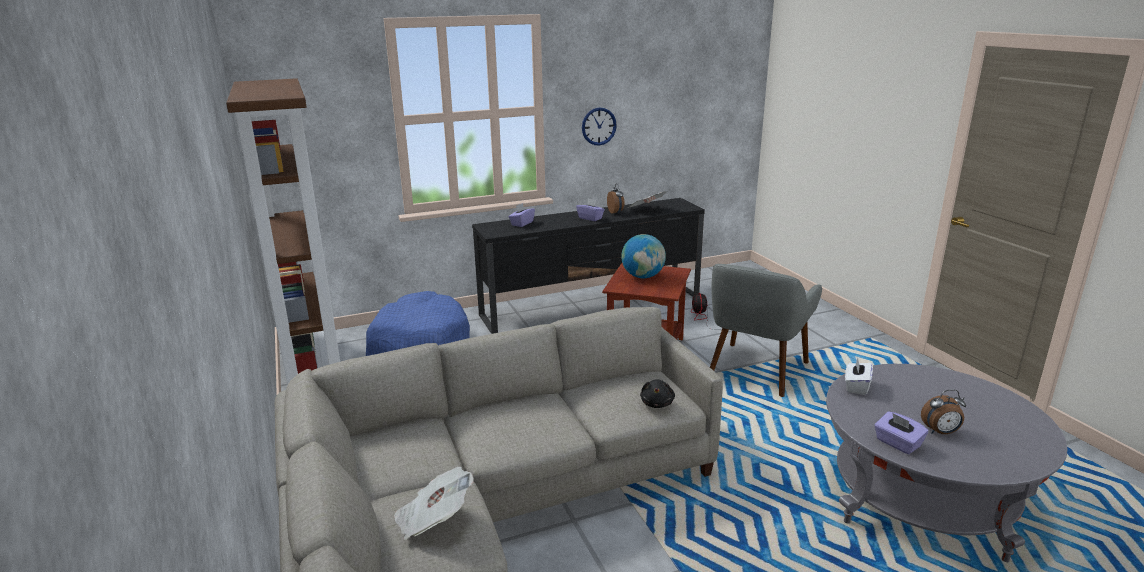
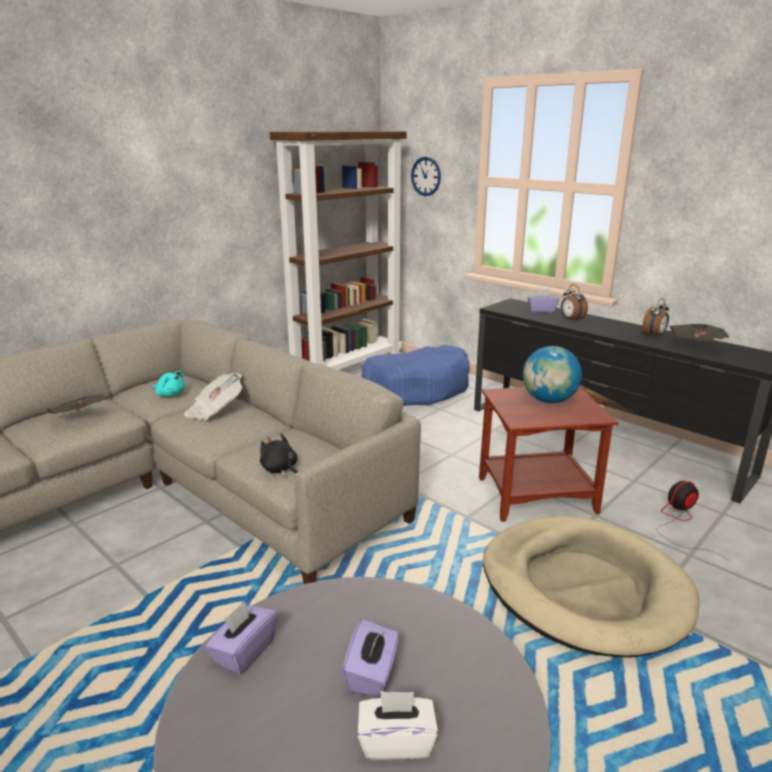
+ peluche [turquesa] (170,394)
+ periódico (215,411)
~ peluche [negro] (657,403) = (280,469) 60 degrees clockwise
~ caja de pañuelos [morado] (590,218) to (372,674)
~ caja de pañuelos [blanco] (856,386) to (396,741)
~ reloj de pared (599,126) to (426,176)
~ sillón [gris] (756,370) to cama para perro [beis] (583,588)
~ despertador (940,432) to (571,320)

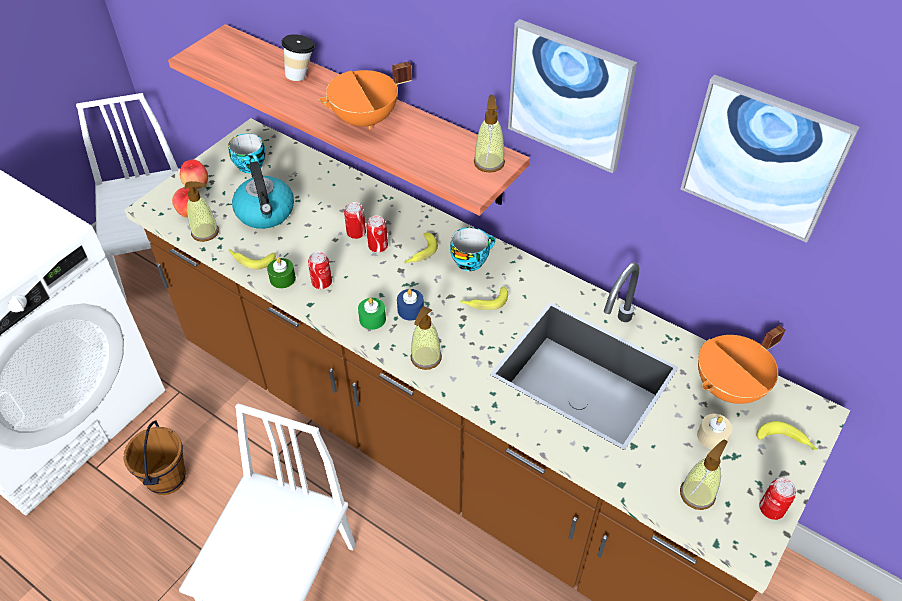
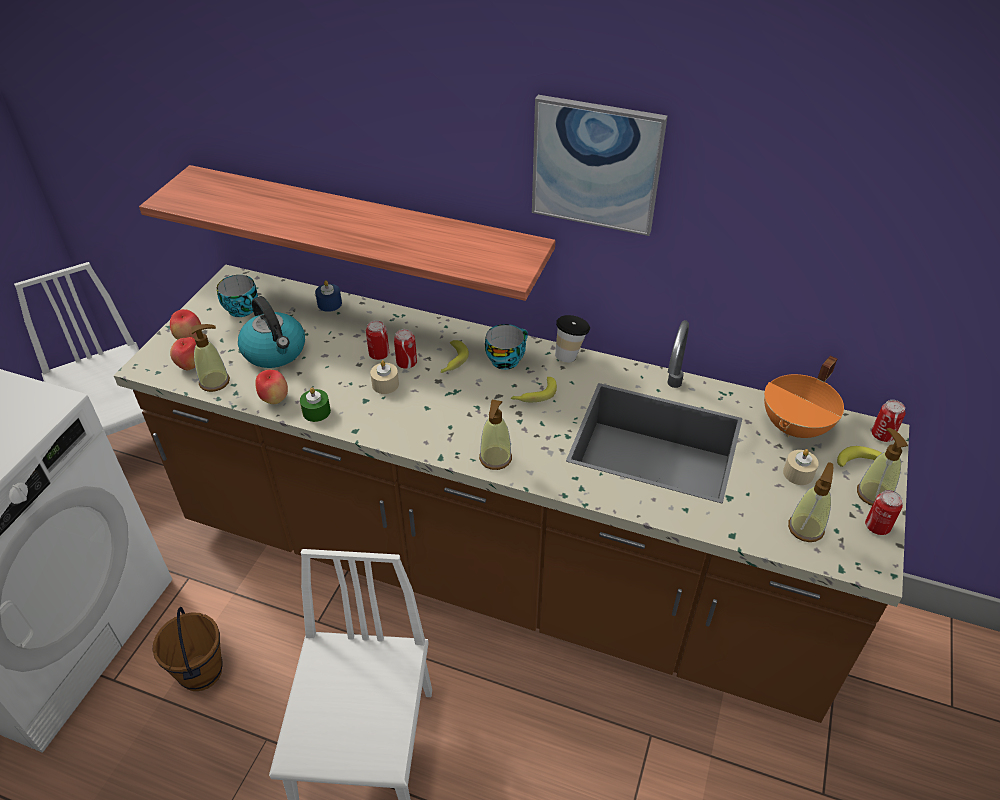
~ plátano (250,259) to manzana (275,399)
~ vela [azul] (410,310) to (329,304)
+ vela [beis] (385,384)
~ taza (302,75) to (570,355)
~ dispensador de jabón (489,162) to (873,494)
~ lata (322,283) to (882,435)
- olla [naranja] (365,120)
- vela [verde] (372,319)
- cuadro (763,158)

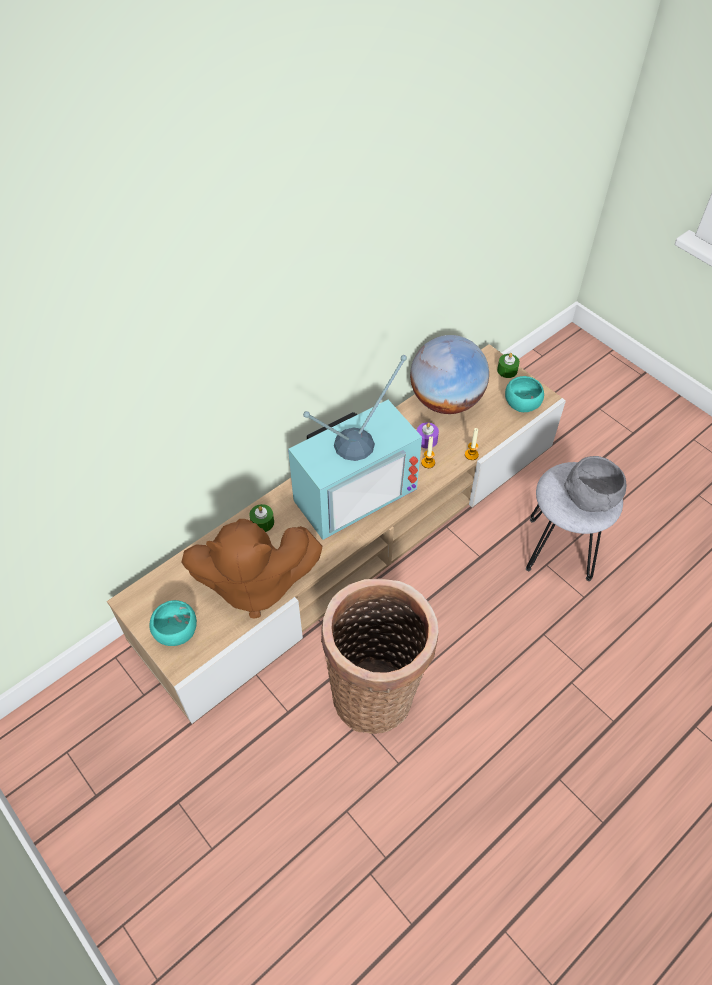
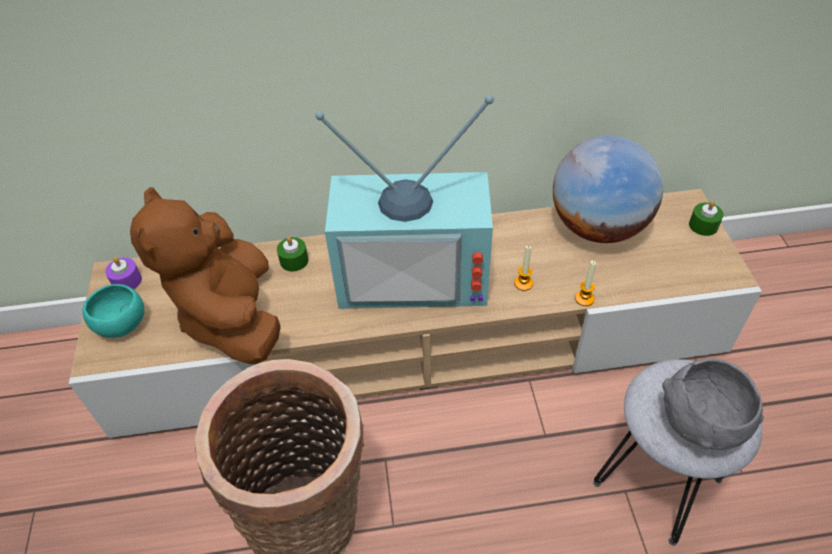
~ vela [morado] (426,440) to (127,281)
~ peluche [marrón] (254,584) = (232,317) 45 degrees clockwise
- cuenco [turquesa] (521,405)

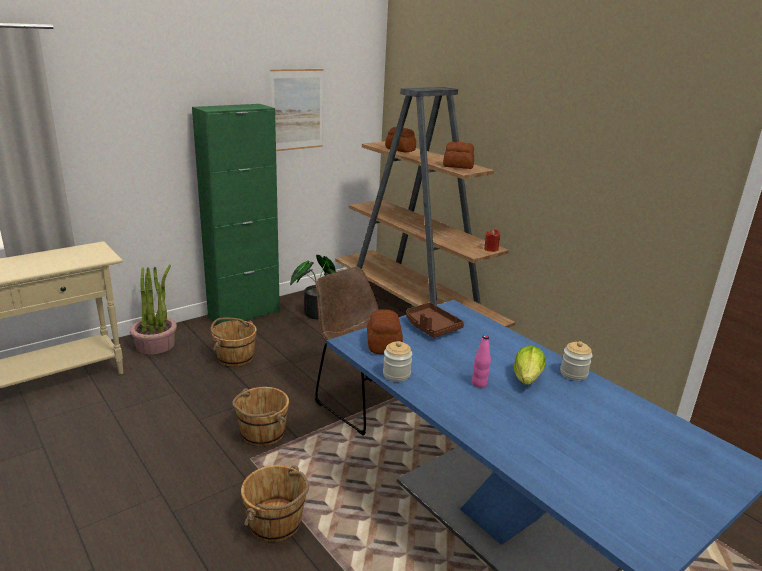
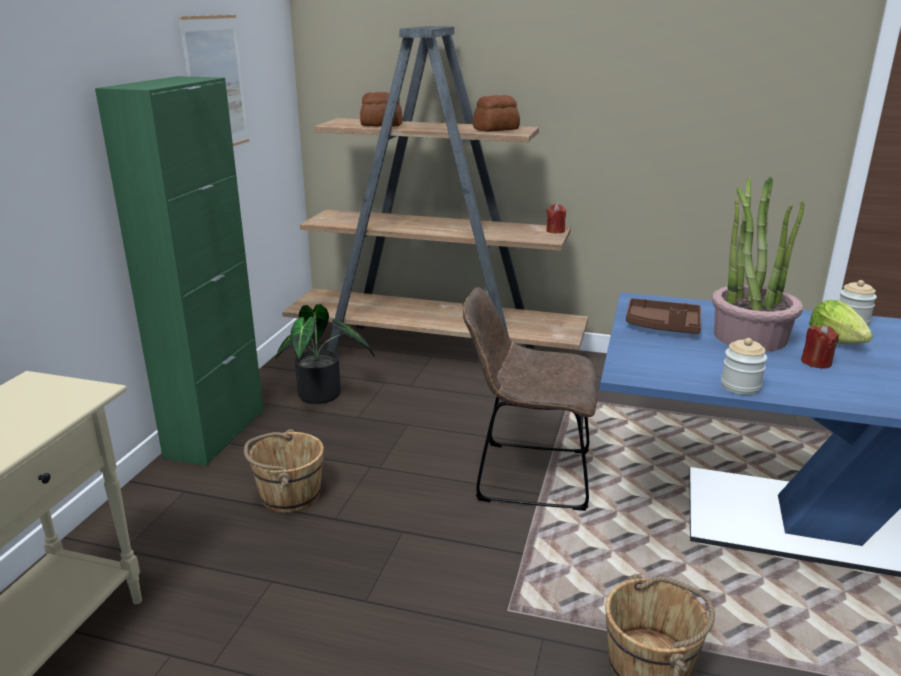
~ planta en maceta (155,344) to (749,336)
~ botella [rosa] (479,384) to vela [rojo] (816,362)
- cubo [marrón] (262,433)
- pan (384,344)

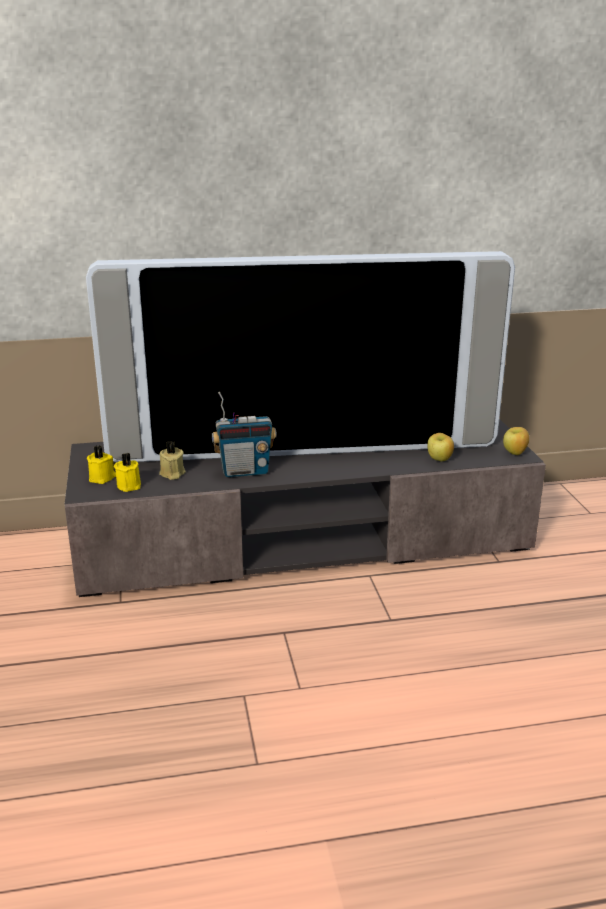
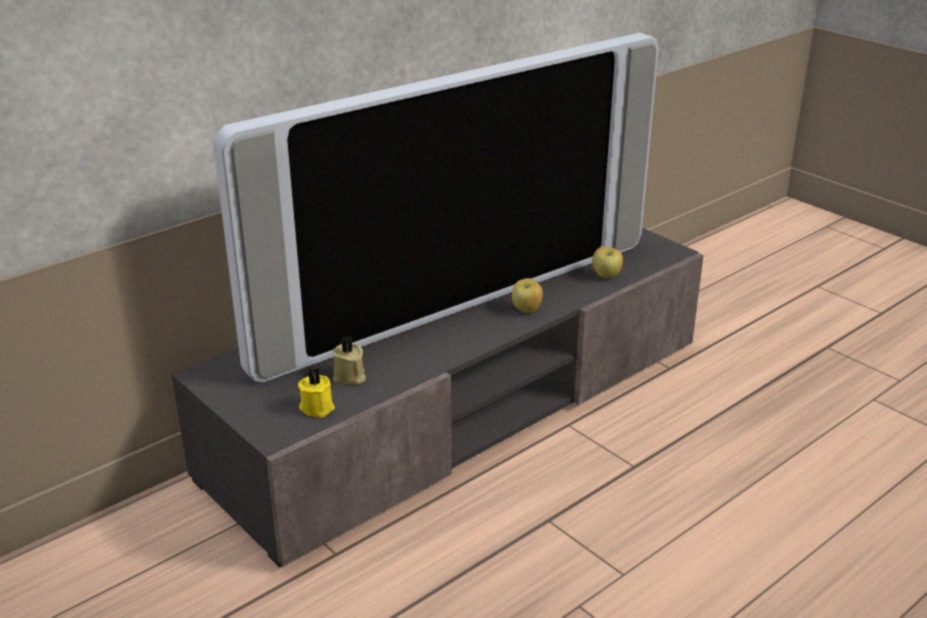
~ manzana (515,453) to (527,310)
- vela [amarillo] (103,478)
- radio (245,471)

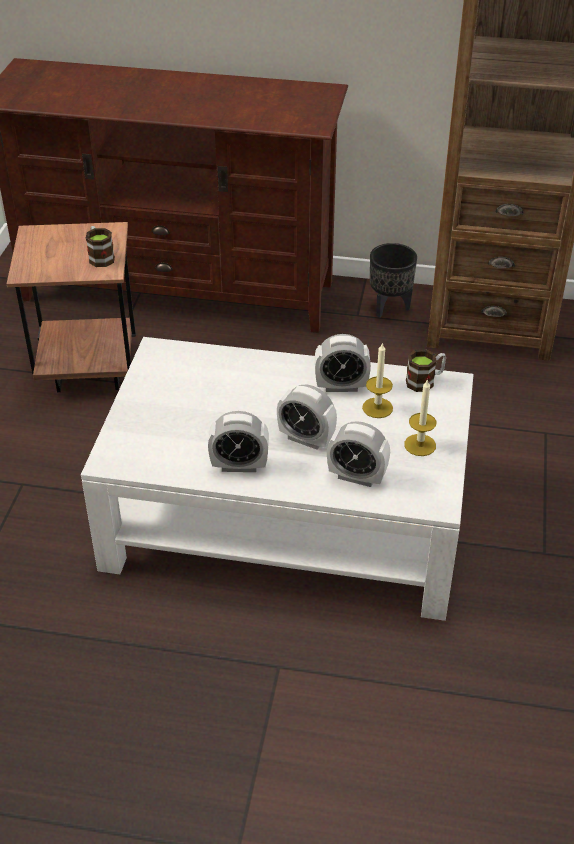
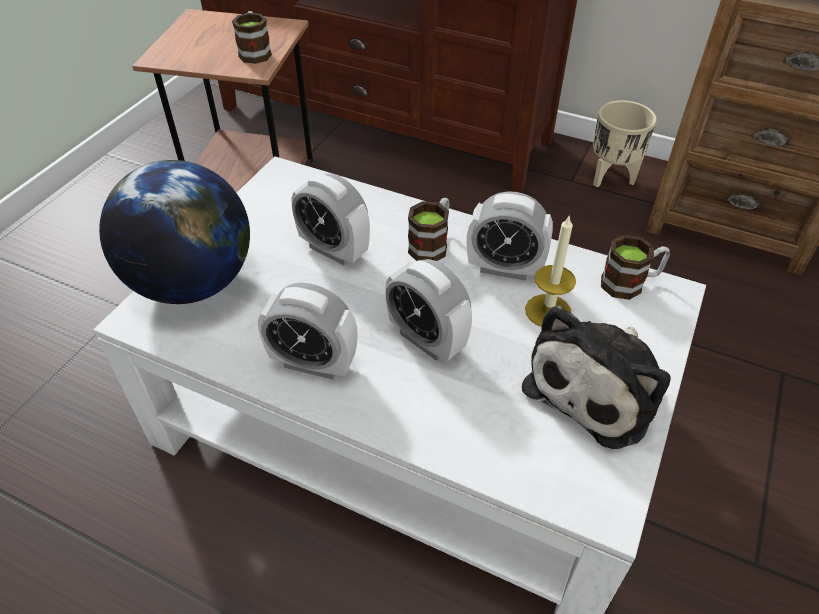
+ globo terráqueo (193,283)
~ despertador (357,477) to (334,250)
+ taza grande (432,244)
~ vela (420,445) to peluche (598,387)
~ maceta [negro] (389,307) to maceta [beis] (611,177)

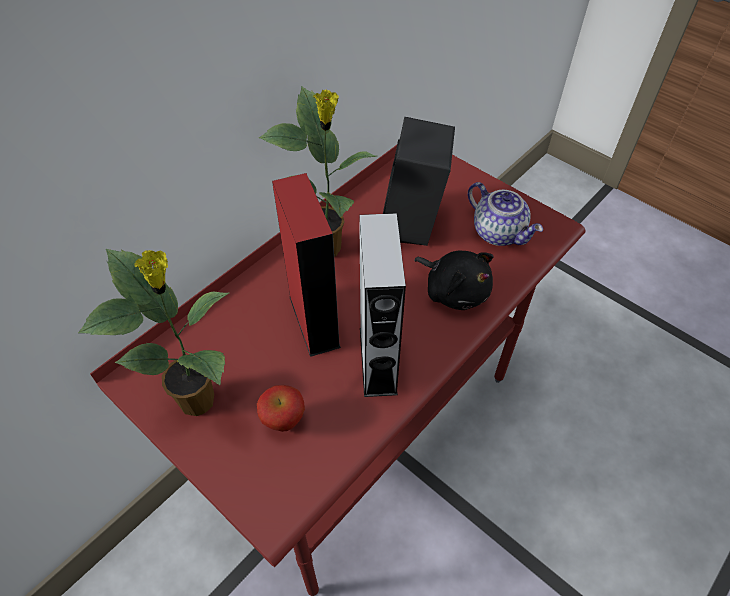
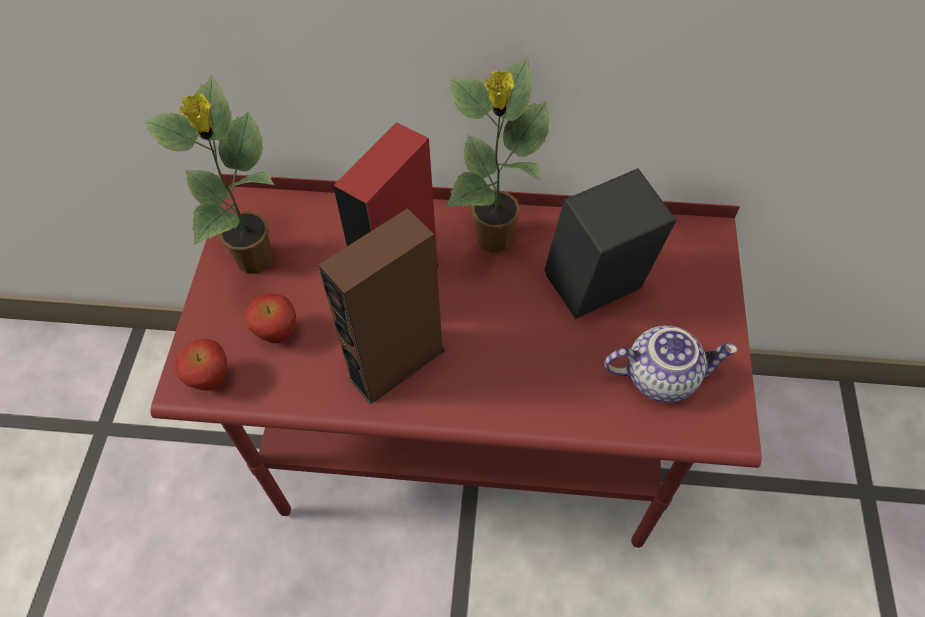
+ manzana (211,380)
~ altavoz [gris] (378,360) to altavoz [marrón] (396,364)
~ tetera (499,232) = (661,375) 105 degrees counterclockwise
- peluche [negro] (454,290)

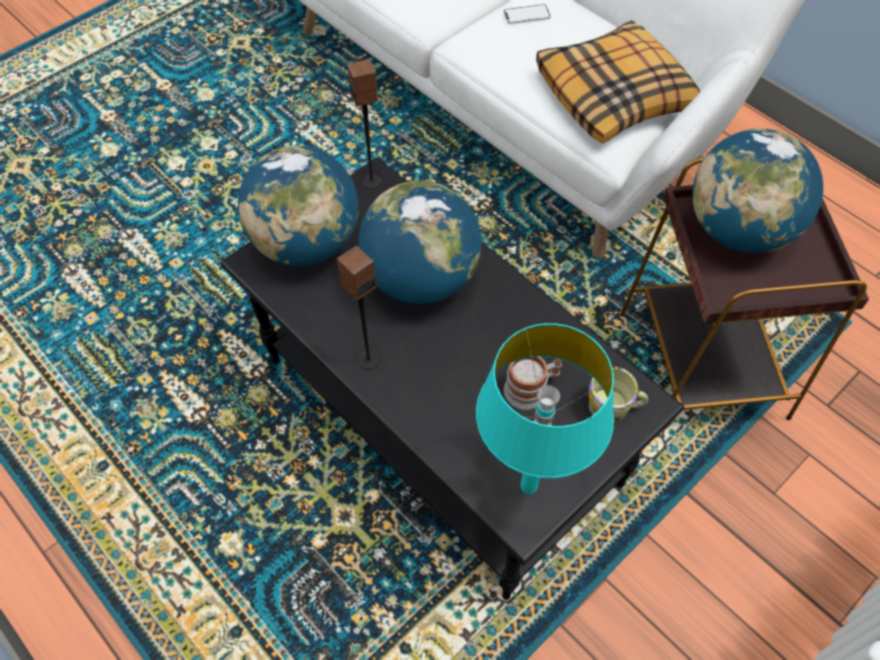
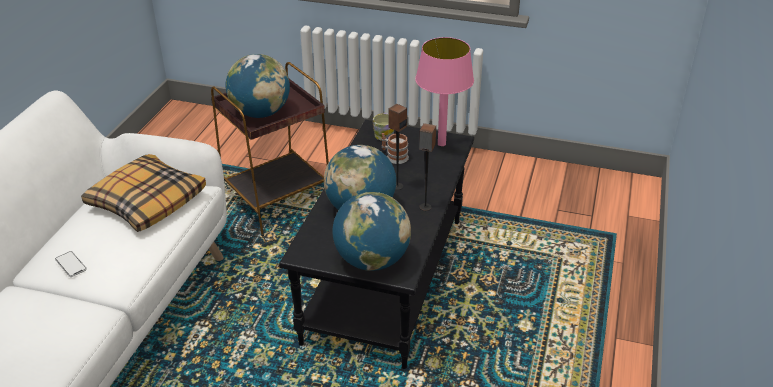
~ altavoz (372,181) to (397,186)
~ lámpara de mesa [turquesa] (528,485) to lámpara de mesa [rosa] (441,144)

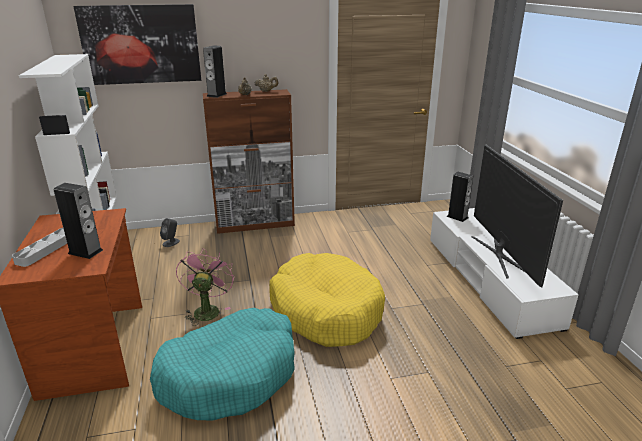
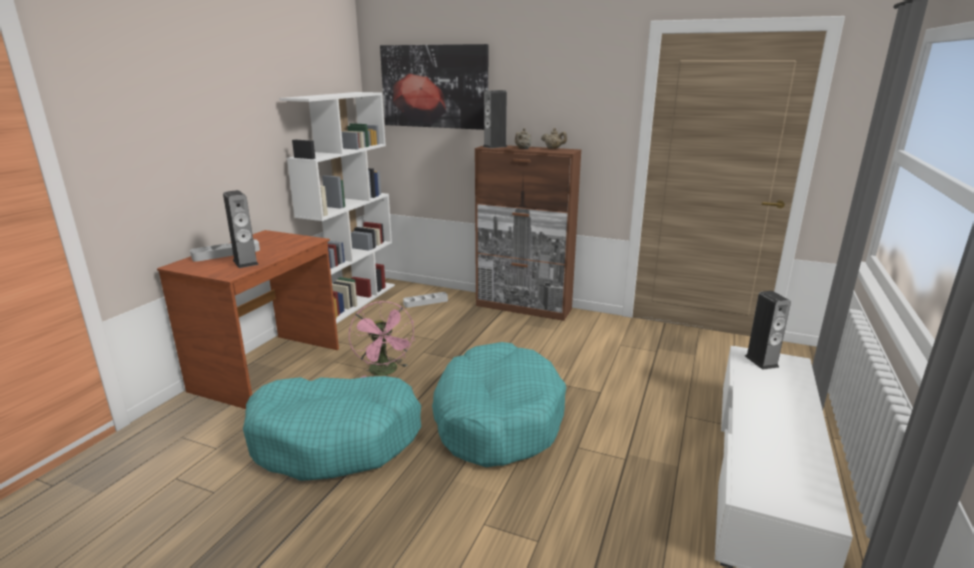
~ ventilador [rosa] (207,309) = (386,372) 120 degrees clockwise
~ altavoz [gris] (171,242) to bandeja [gris] (425,302)
~ cama para perro [amarillo] (326,310) to cama para perro [turquesa] (497,418)
- televisor (501,255)

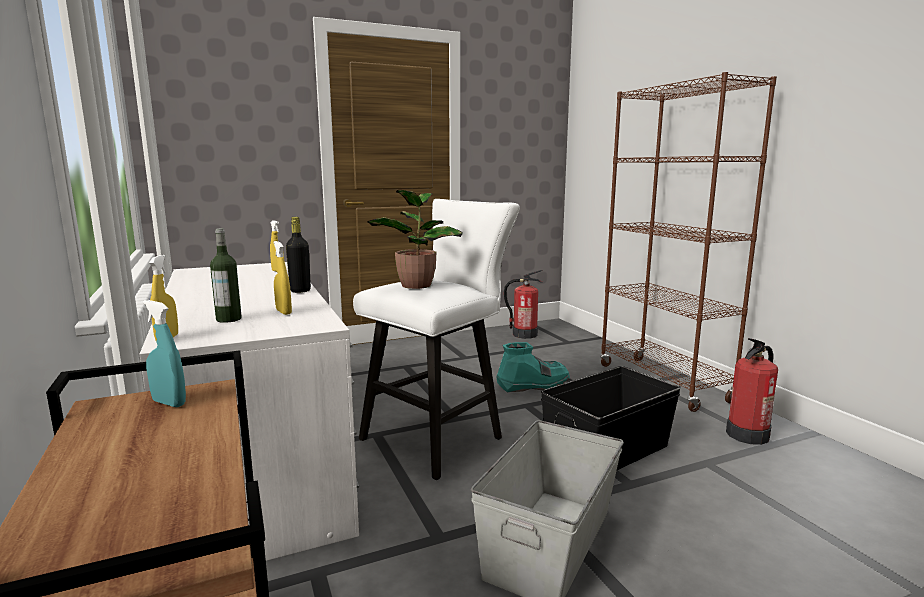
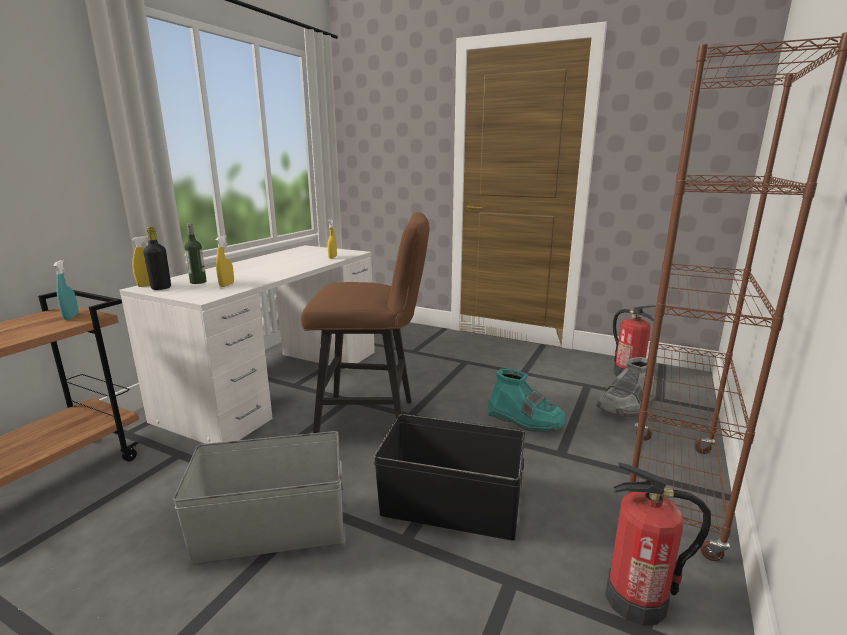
~ botella [negro] (300,291) to (161,288)
~ taburete [blanco] (439,436) to taburete [marrón] (374,421)
+ bota [gris] (625,406)
- planta en maceta (417,285)

